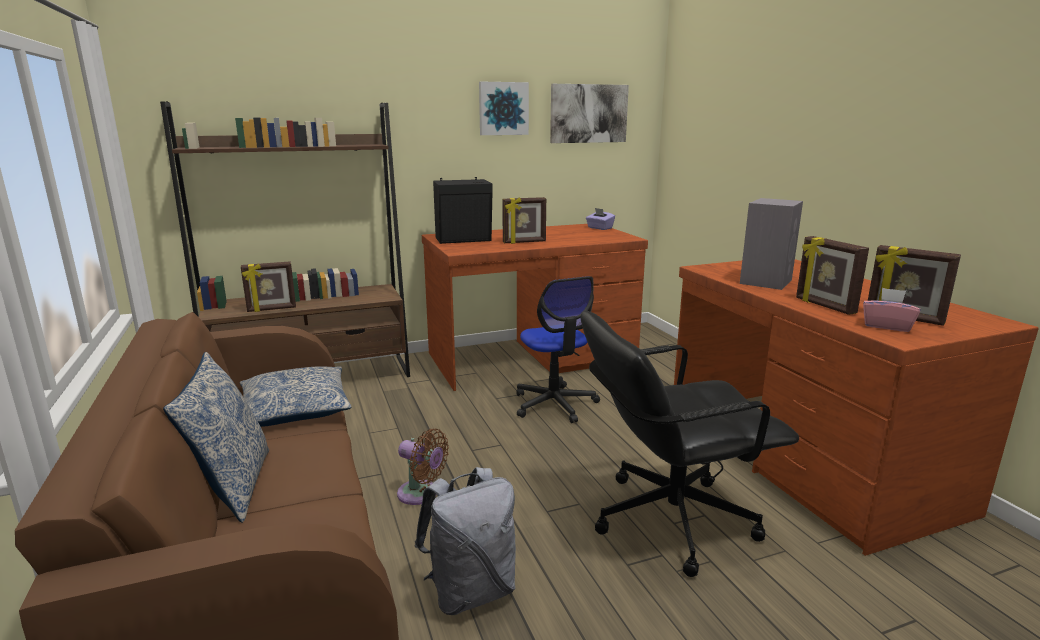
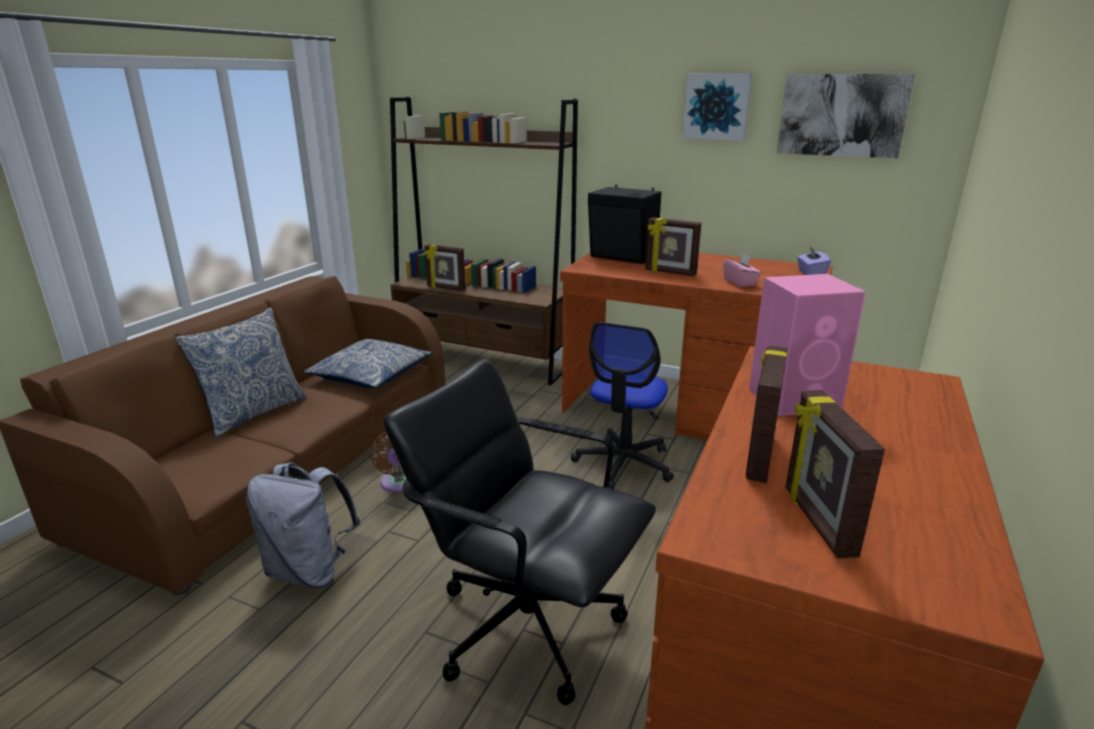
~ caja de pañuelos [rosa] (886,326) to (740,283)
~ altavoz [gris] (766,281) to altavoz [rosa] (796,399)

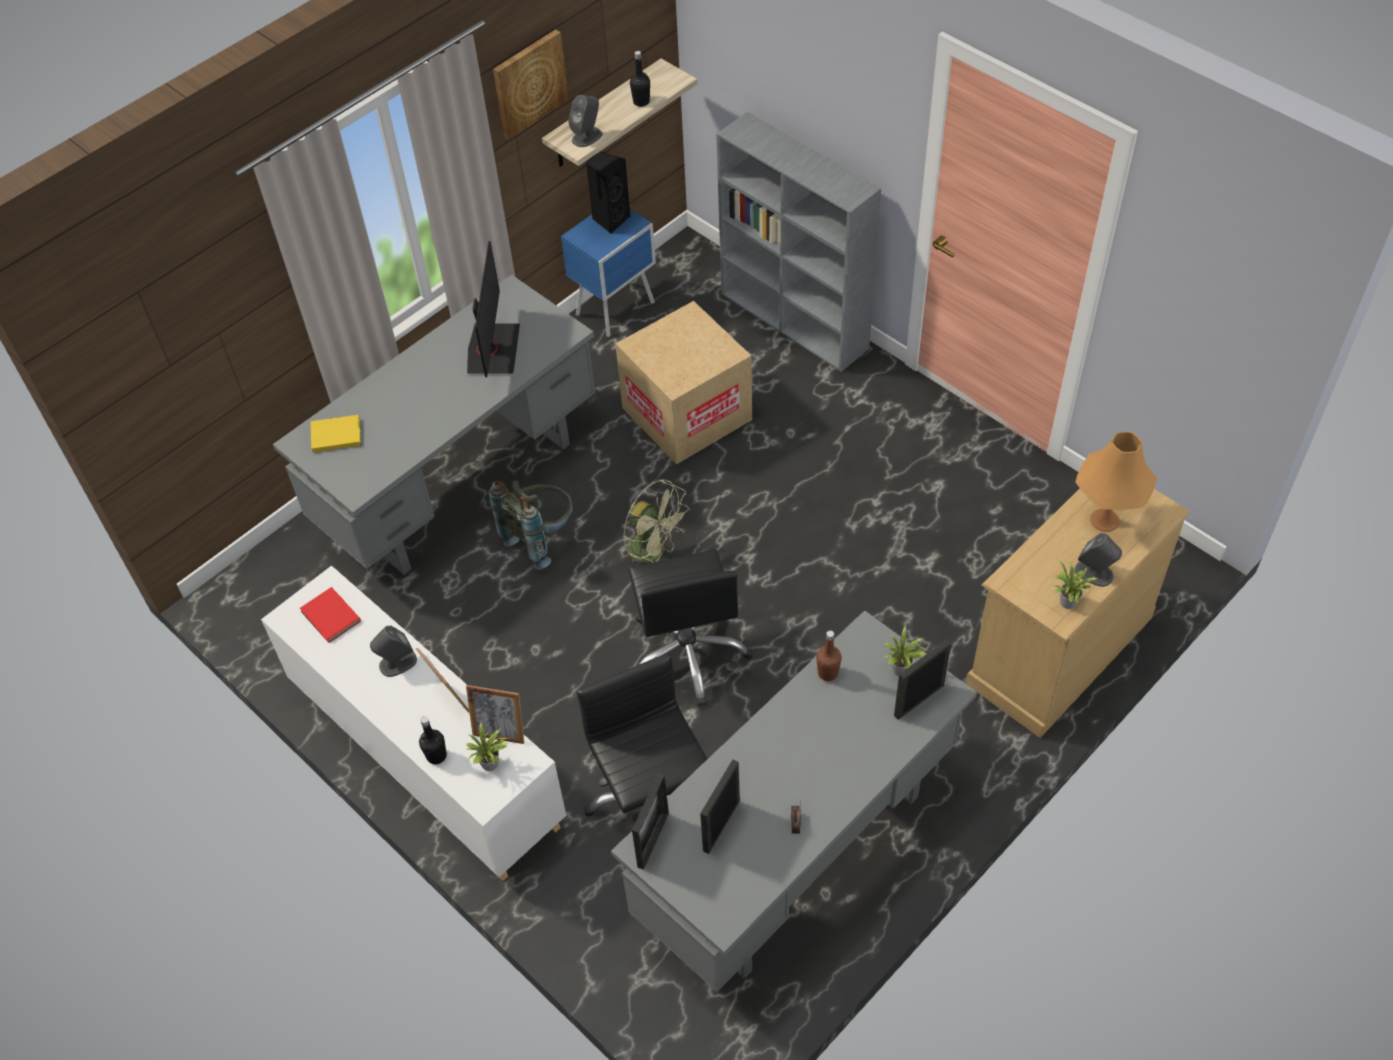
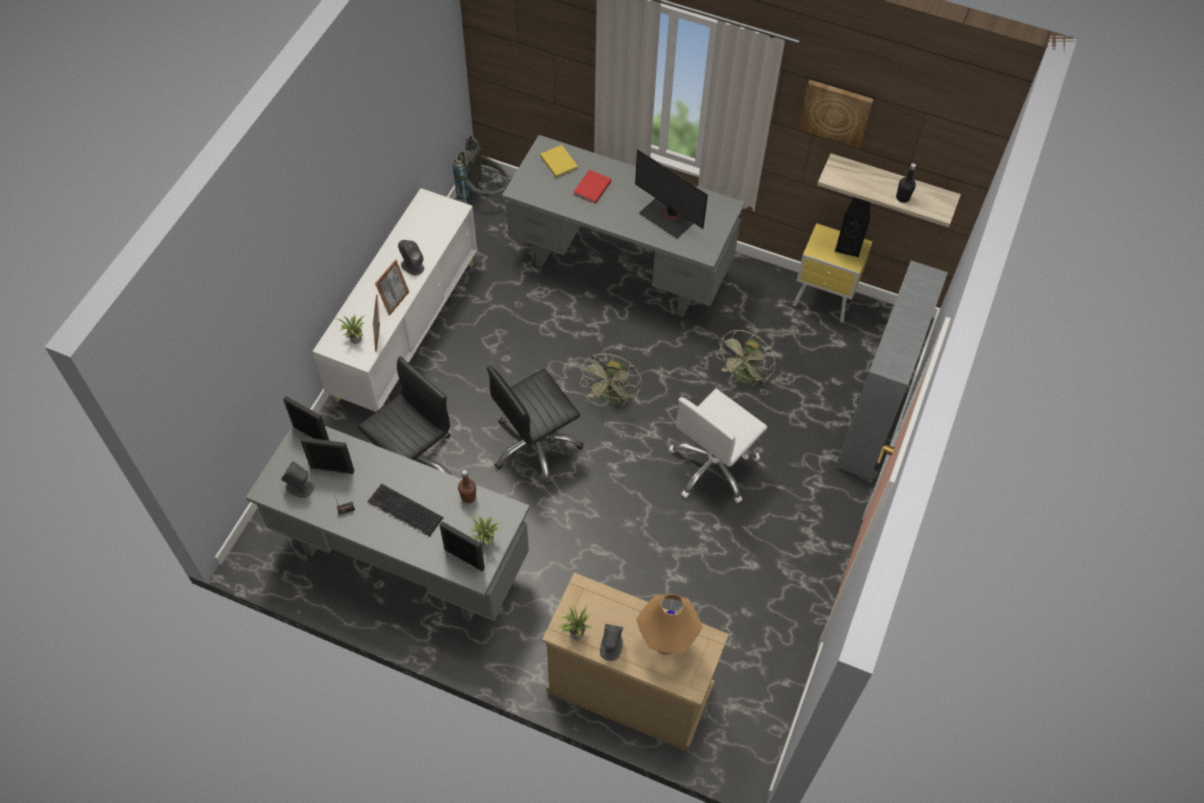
~ altavoz [gris] (587,137) to (300,487)
~ portarretratos (653,840) = (311,435) 150 degrees counterclockwise
+ teclado (404,510)
~ mochila [gris] (540,537) to (483,195)
~ libro [rojo] (331,618) to (591,188)
~ monitor (492,349) = (669,216) 60 degrees clockwise
+ silla de oficina [blanco] (713,466)
~ caja de cartón (687,413) to ventilador [verde] (744,378)
~ mesita de noche [azul] (617,308) to mesita de noche [amarillo] (824,302)
- botella [negro] (436,756)

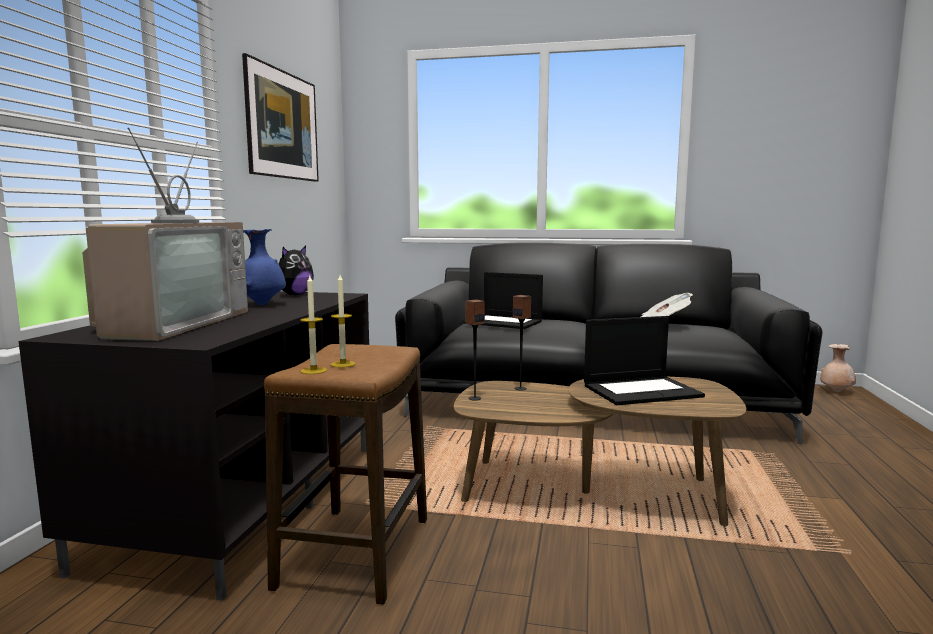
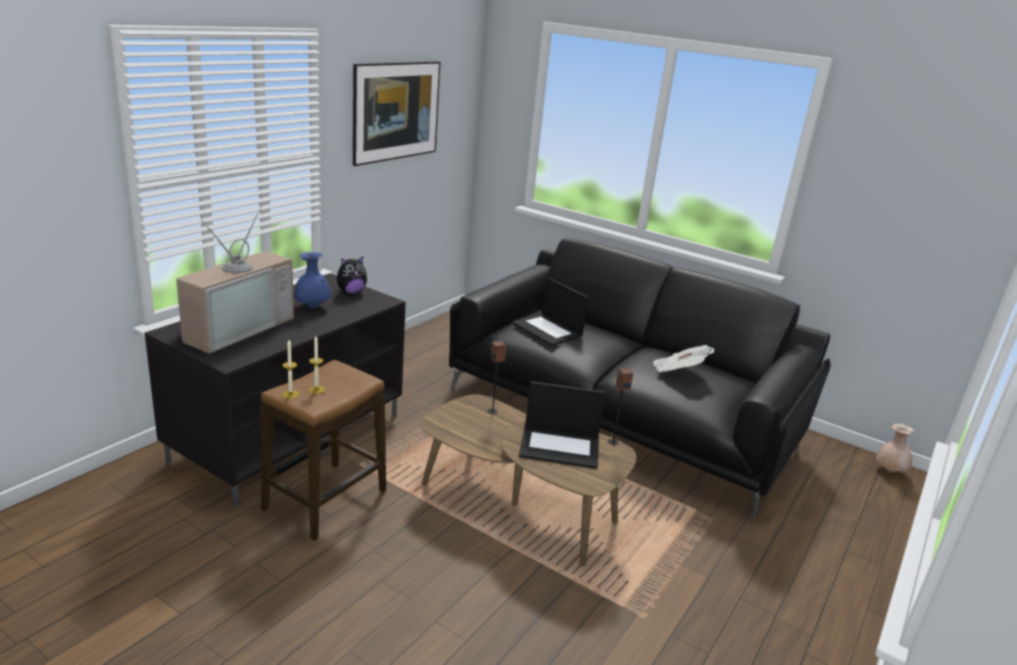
~ altavoz (474,398) to (613,442)

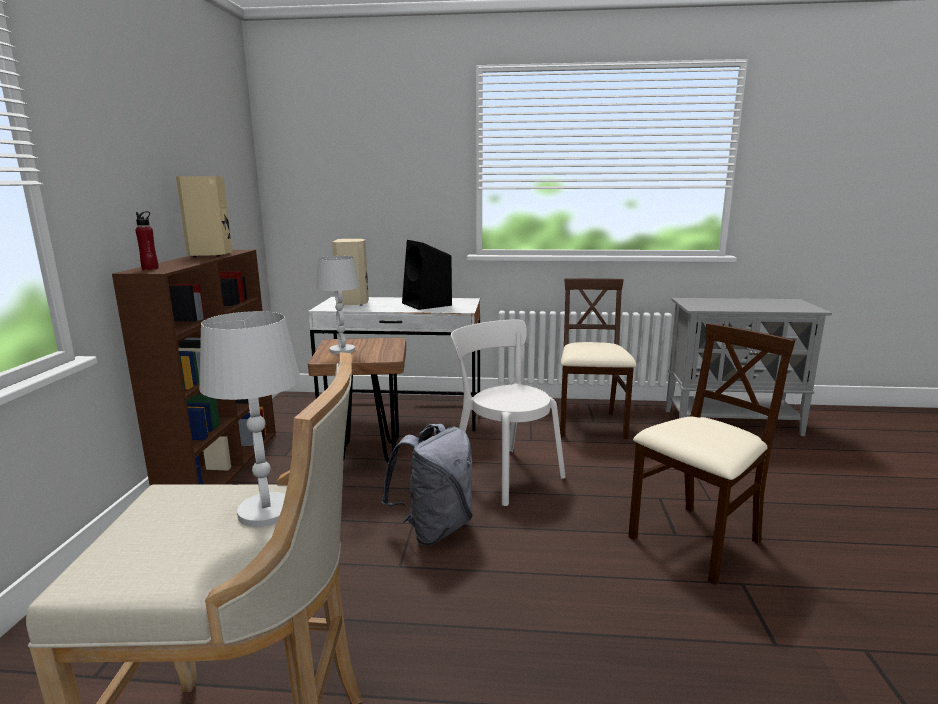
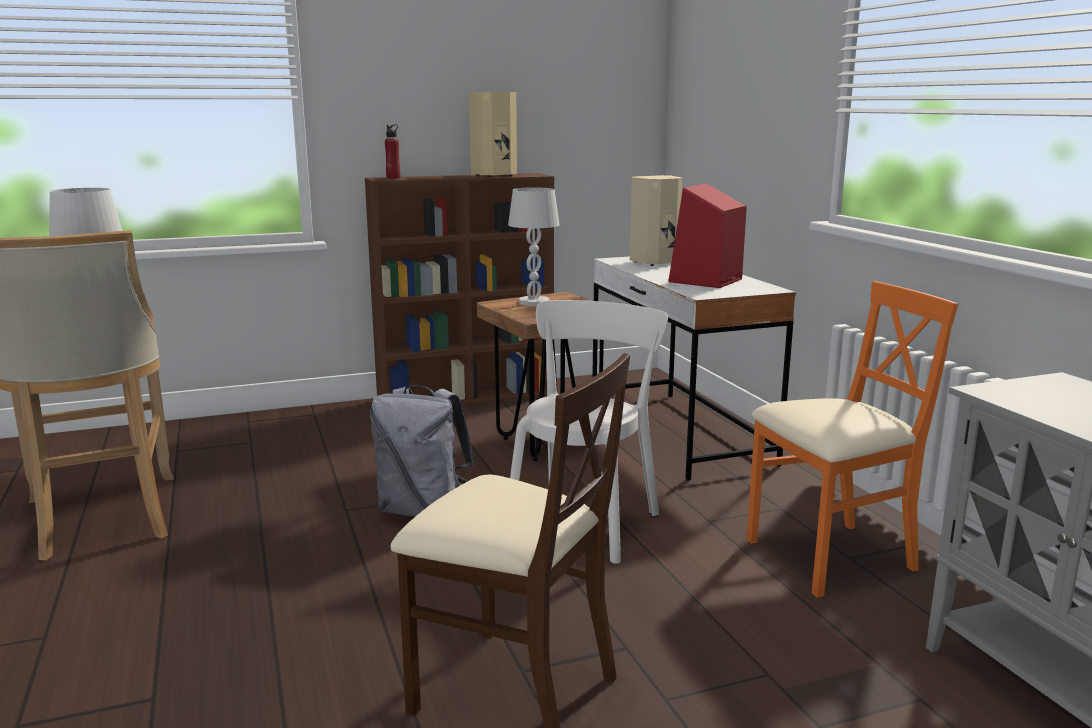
~ altavoz [negro] (427,304) to altavoz [rojo] (705,281)
~ silla [beis] (590,425) to silla [naranja] (830,557)

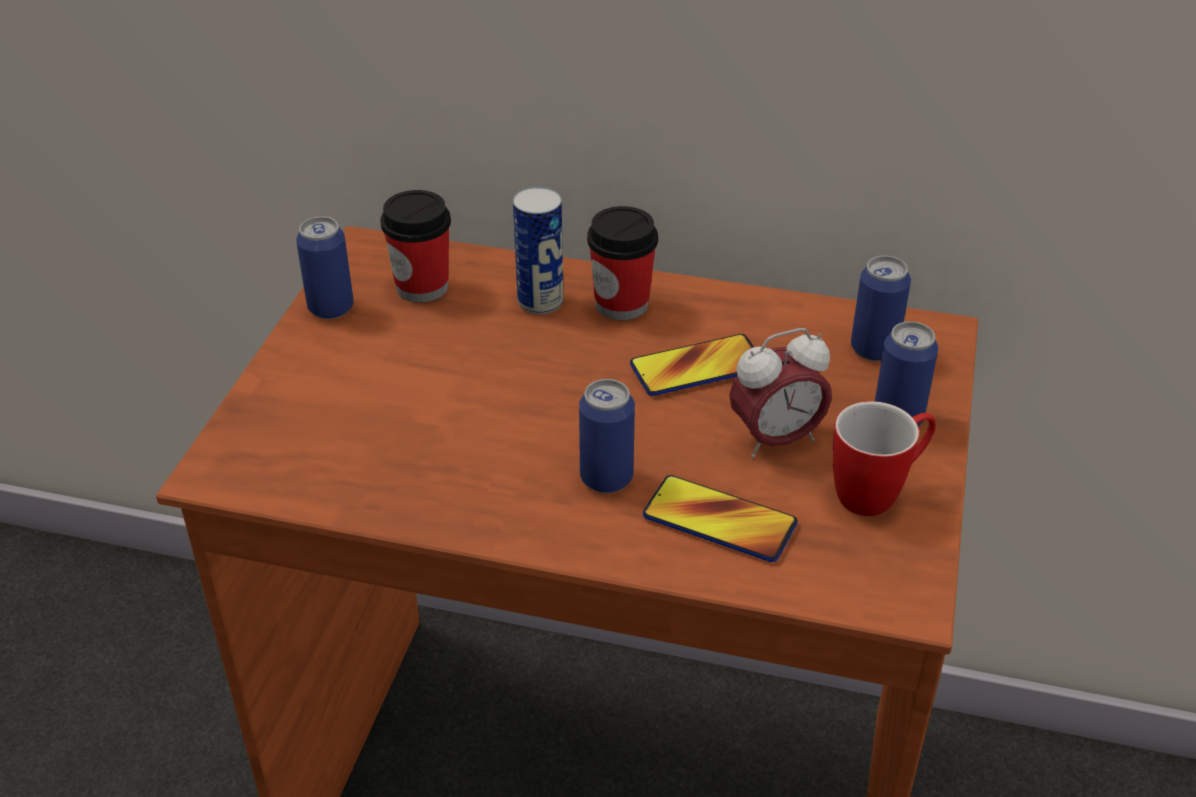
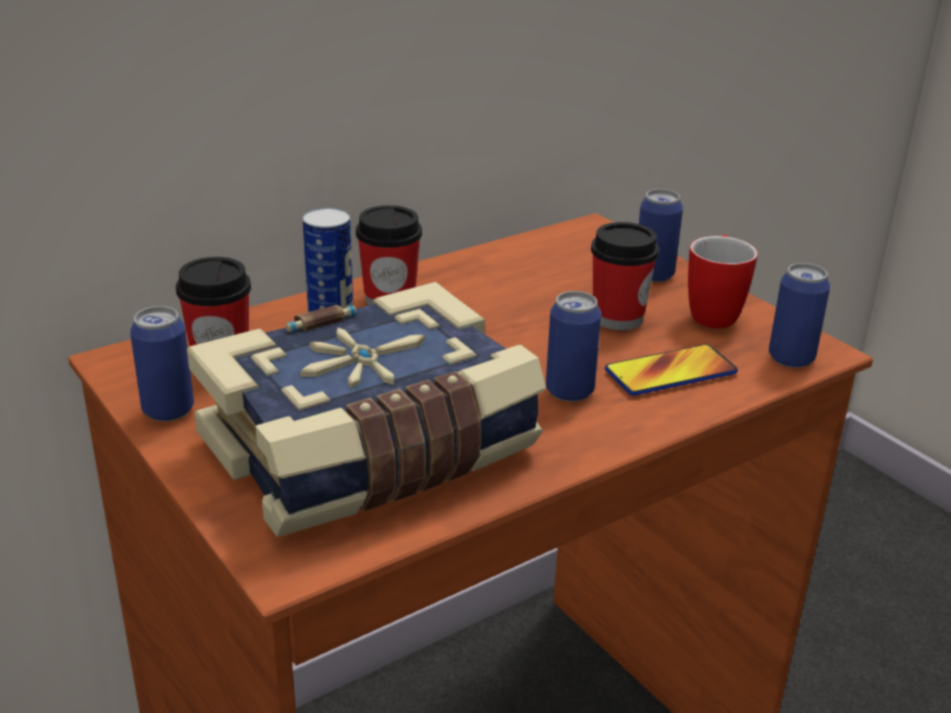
+ libro (372,451)
~ despertador (776,440) to taza (618,318)
~ lata (874,349) to (791,358)
- móvil (697,367)

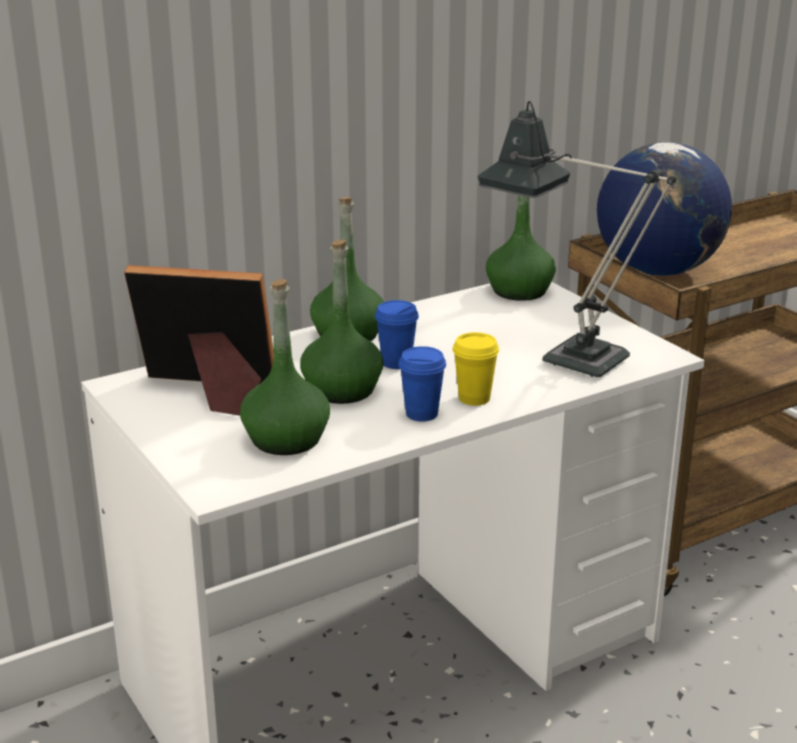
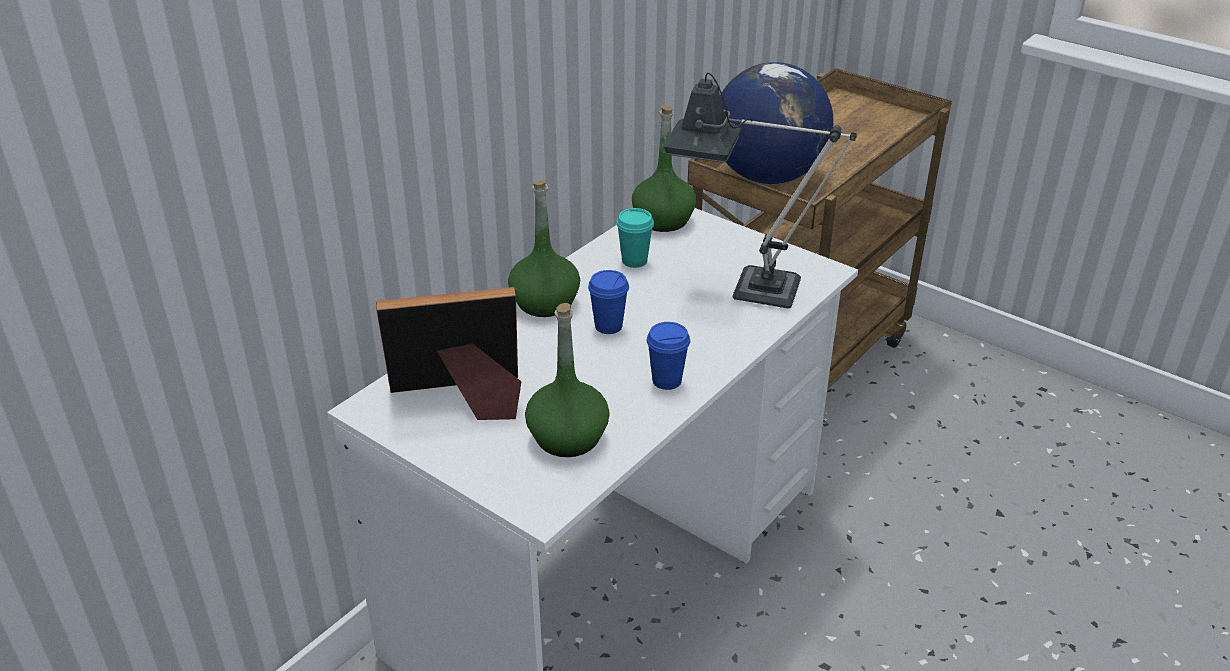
+ taza [turquesa] (634,261)
- botella [verde] (342,390)
- taza [amarillo] (474,398)

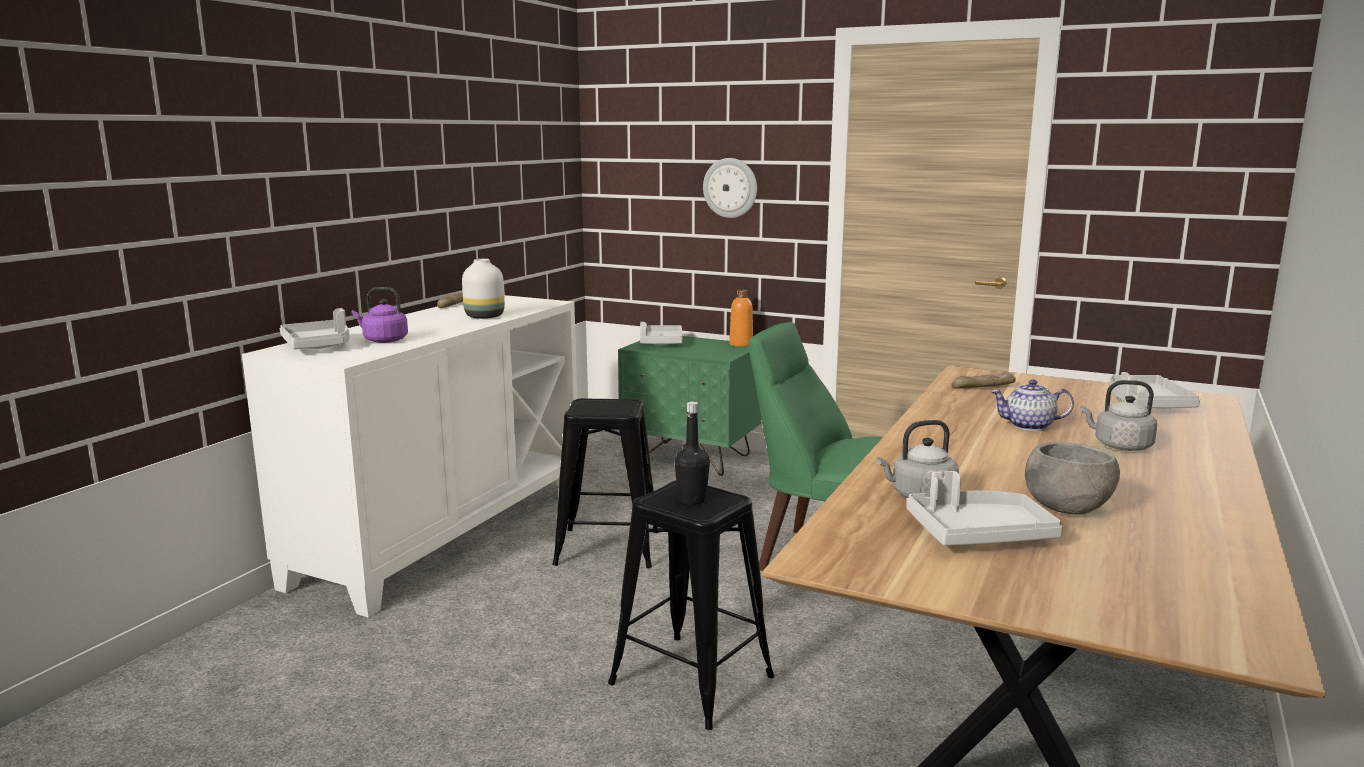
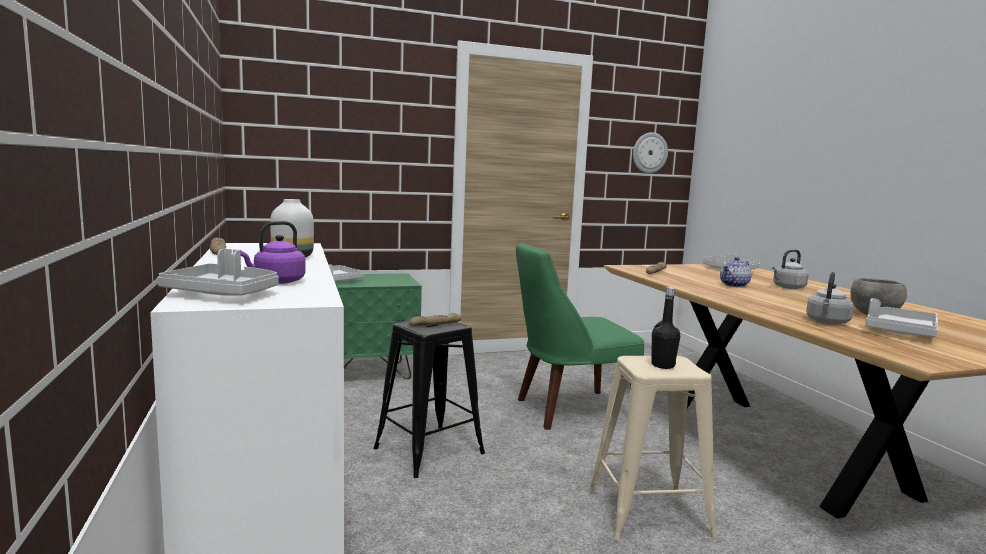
+ pan (435,325)
~ taburete [negro] (691,680) to taburete [beis] (648,512)
~ reloj de pared (730,188) to (649,153)
- botella [naranja] (741,344)

